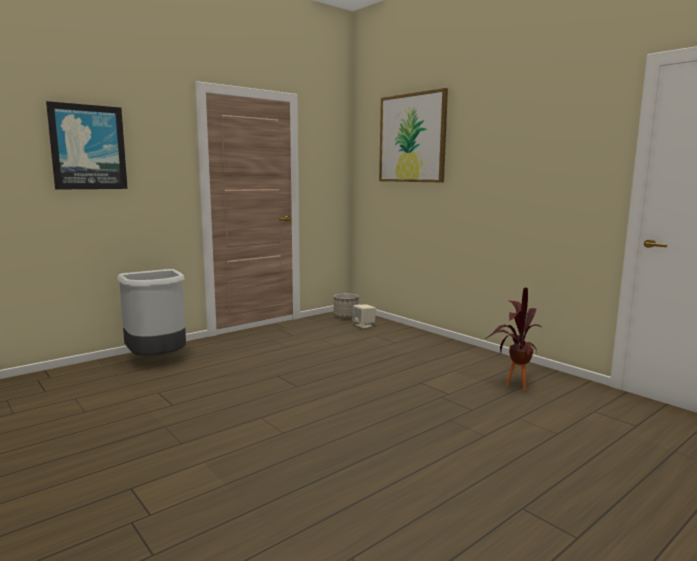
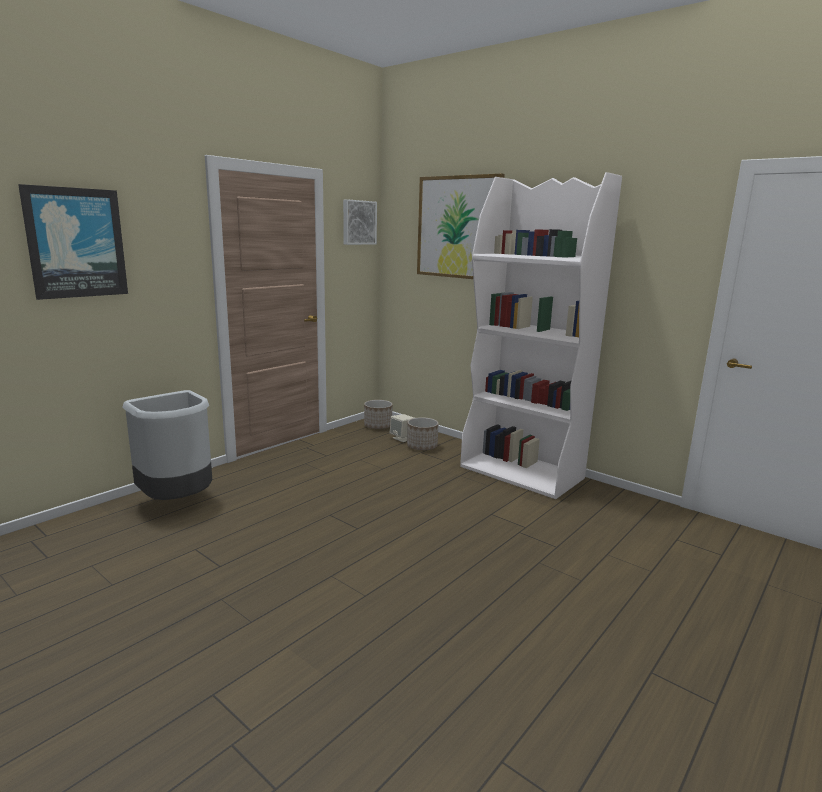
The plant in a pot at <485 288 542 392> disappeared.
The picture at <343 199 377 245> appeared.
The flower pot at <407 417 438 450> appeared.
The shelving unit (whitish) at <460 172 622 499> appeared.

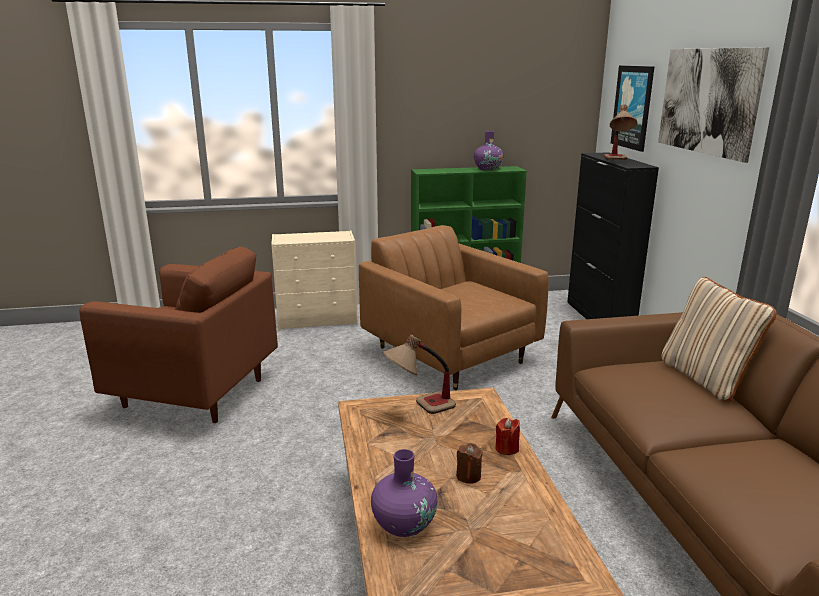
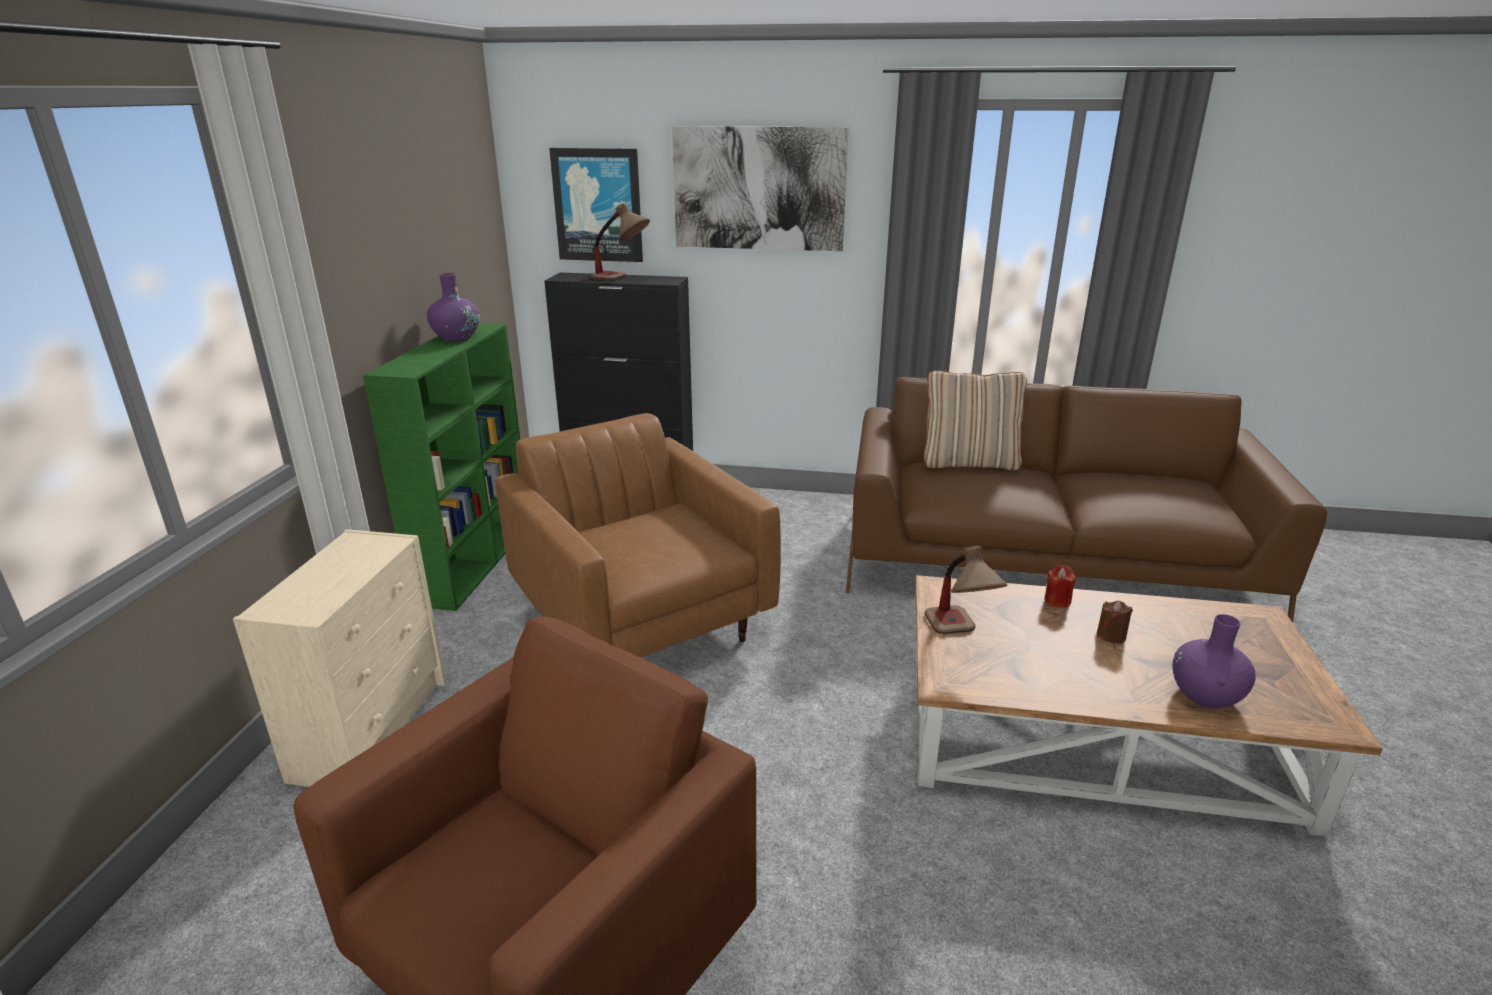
The easy chair (brownish) at <359 225 549 390> turned 75 degrees clockwise.

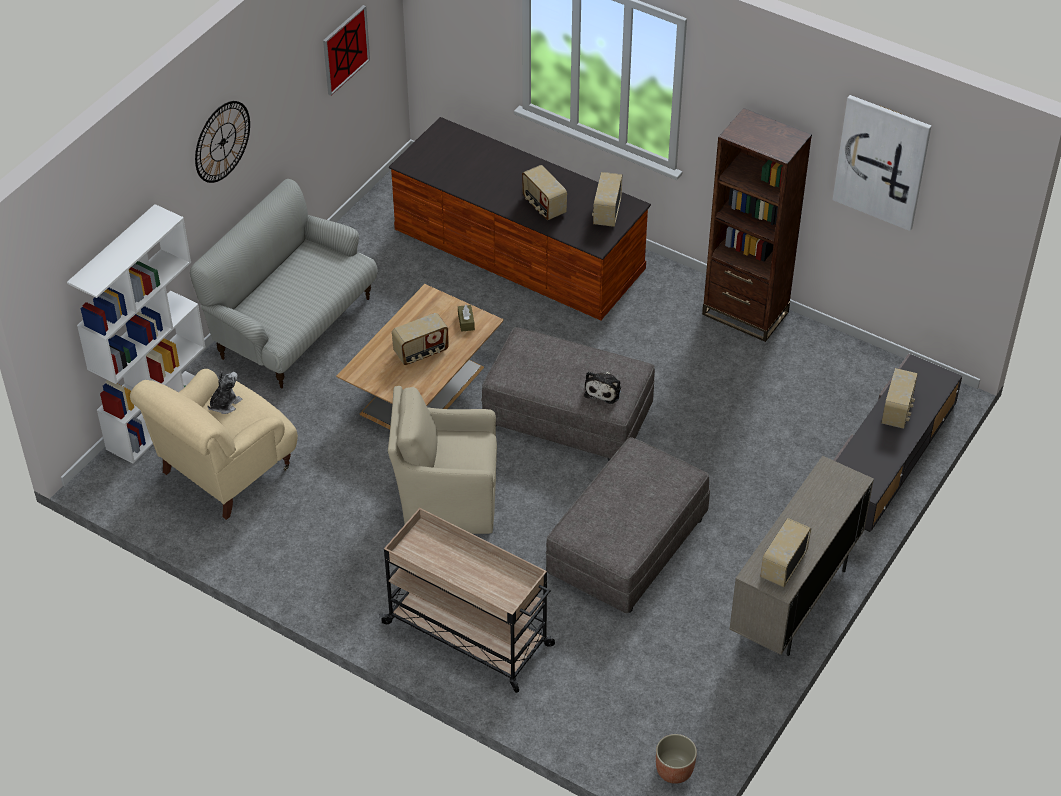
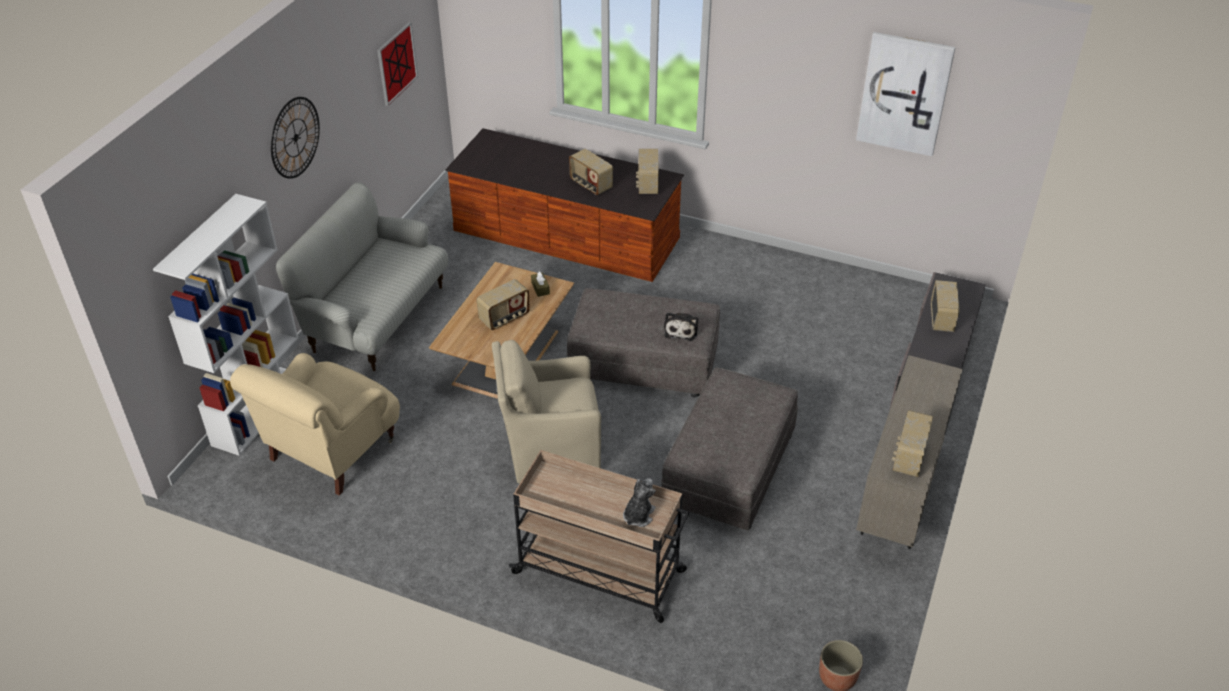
The shelving unit (brownish) at <702 108 812 342> disappeared.
The soft toy moved from <208 371 242 414> to <623 478 656 527>.

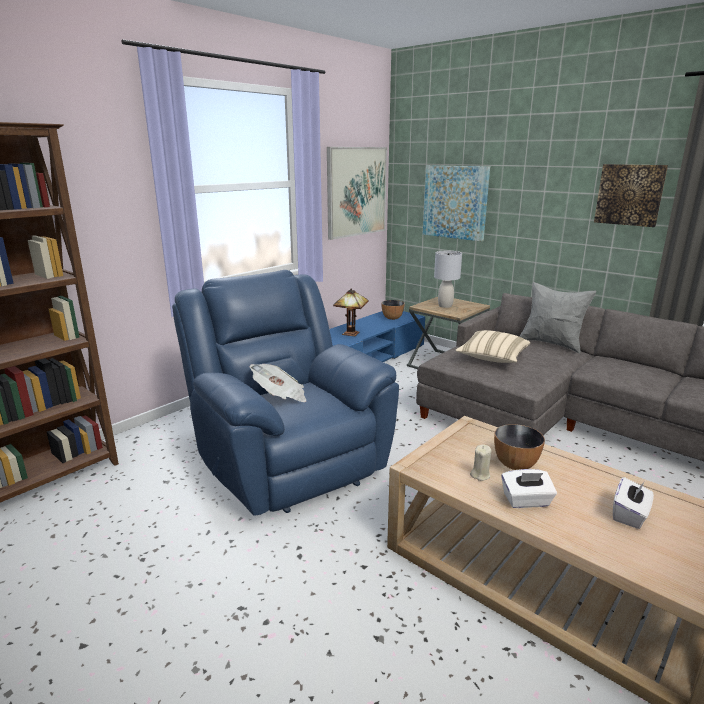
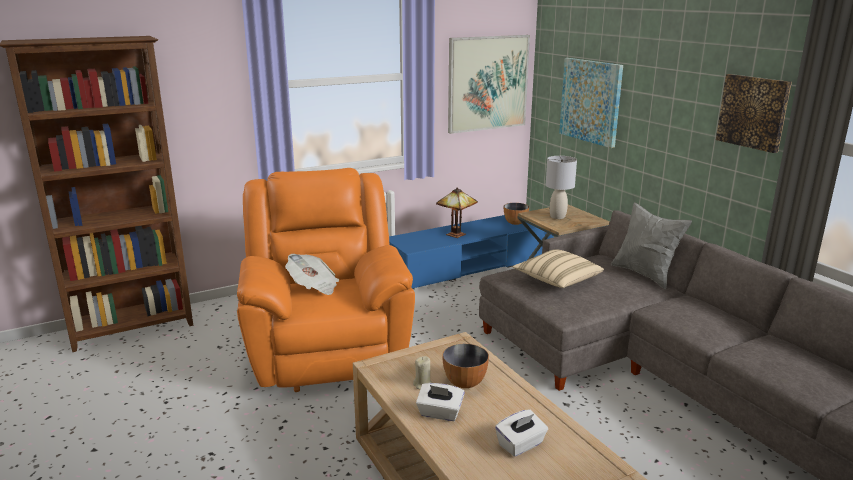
The easy chair (bluish) at <172 270 399 516> became the easy chair (orange-coloured) at <237 168 415 392>.

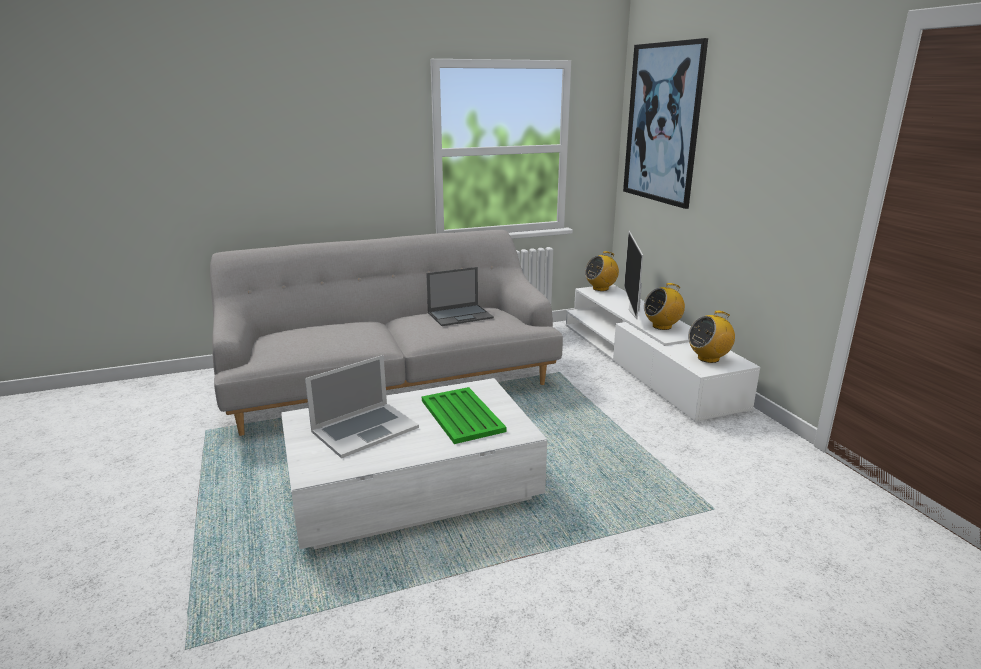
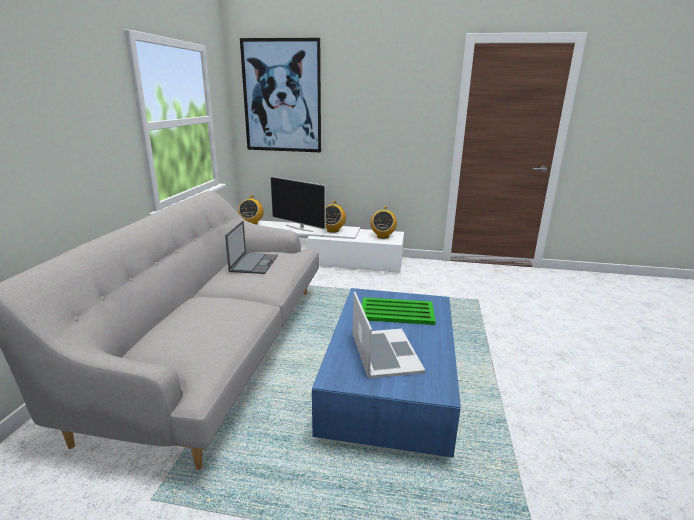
The coffee table (whitish) at <281 378 547 550> became the coffee table (bluish) at <312 288 461 458>.

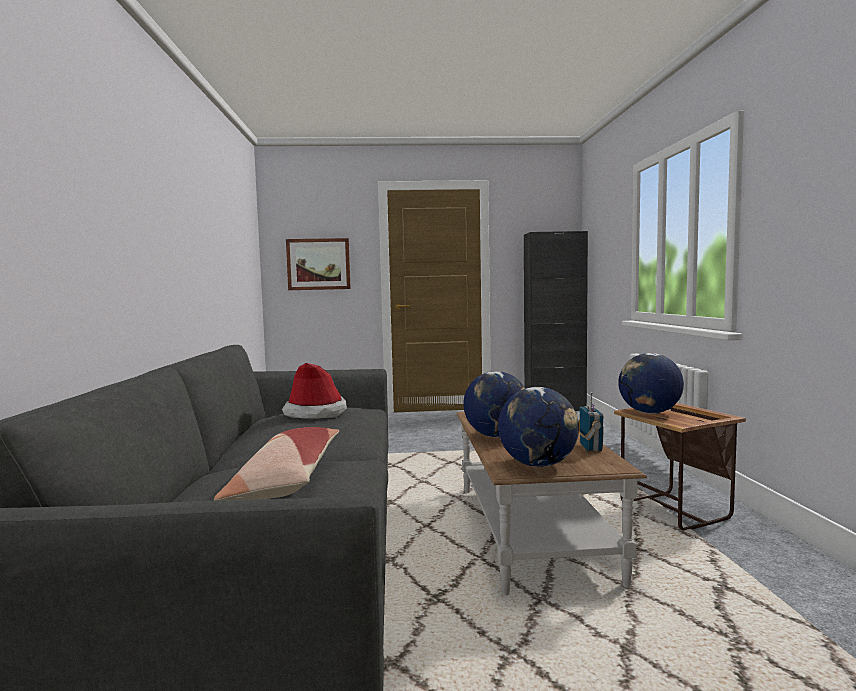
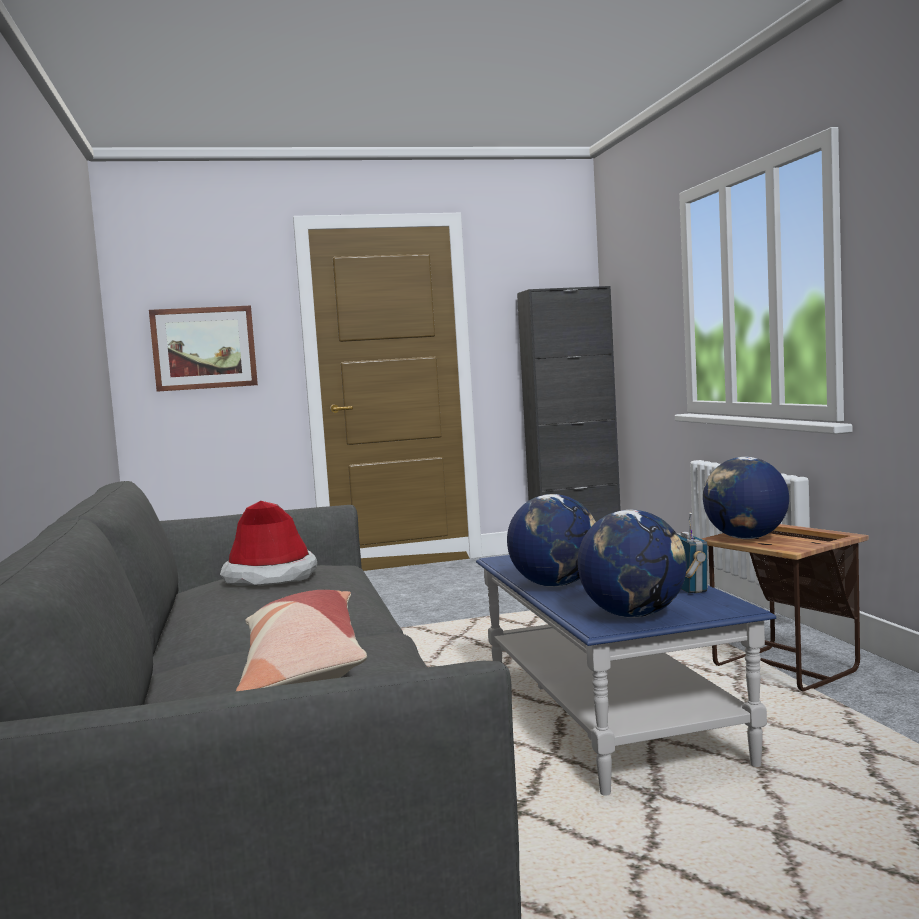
The coffee table (brownish) at <456 412 647 595> became the coffee table (bluish) at <476 555 776 796>.

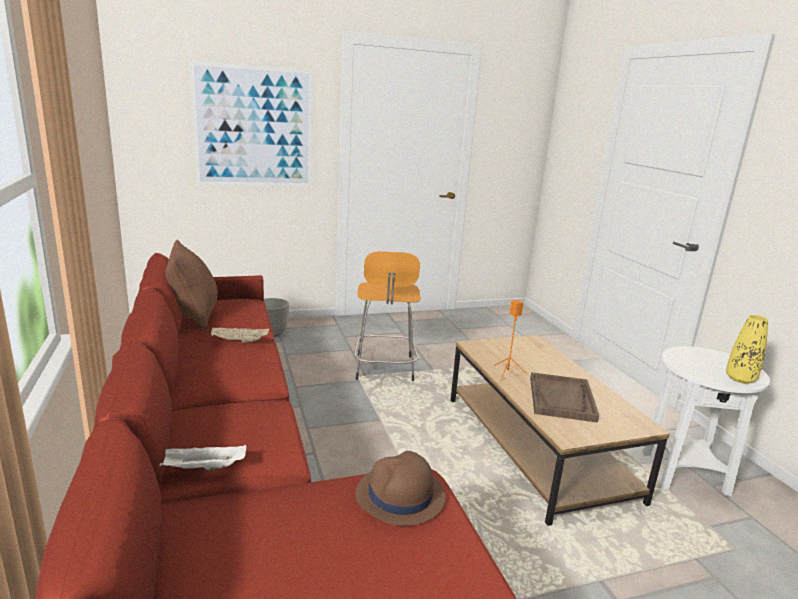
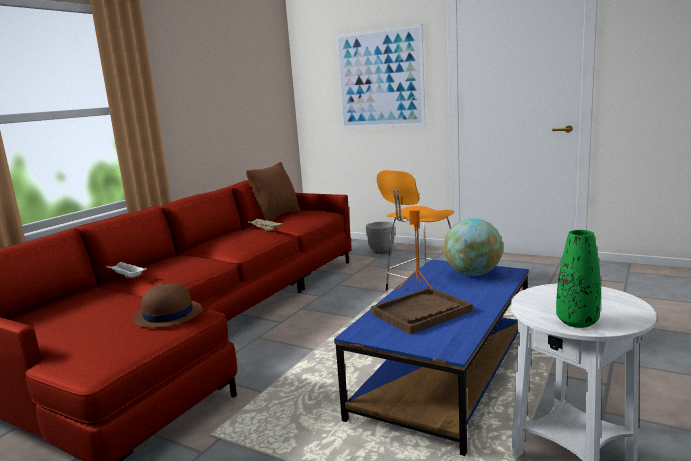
The world globe at <444 218 503 276> appeared.
The coffee table (brownish) at <451 335 670 526> became the coffee table (bluish) at <334 259 529 456>.
The decorative vase (yellow) at <726 315 768 384> became the decorative vase (green) at <556 230 601 328>.

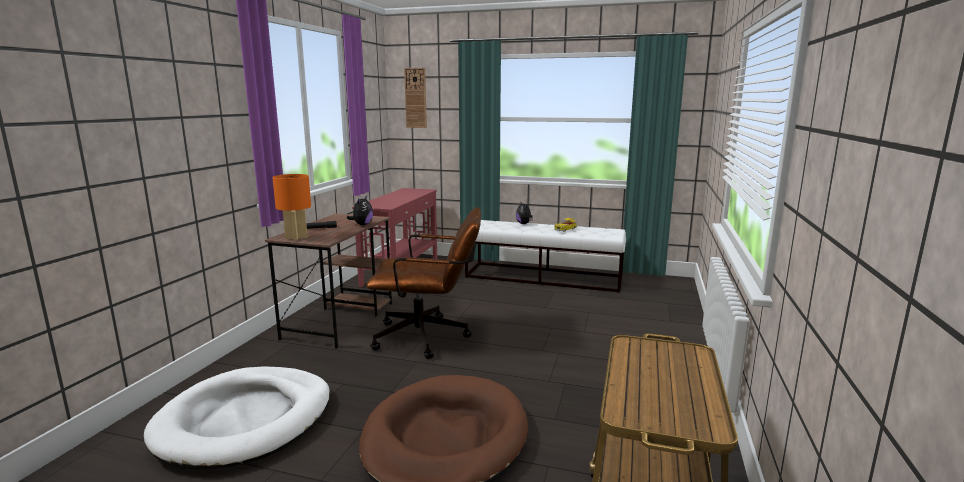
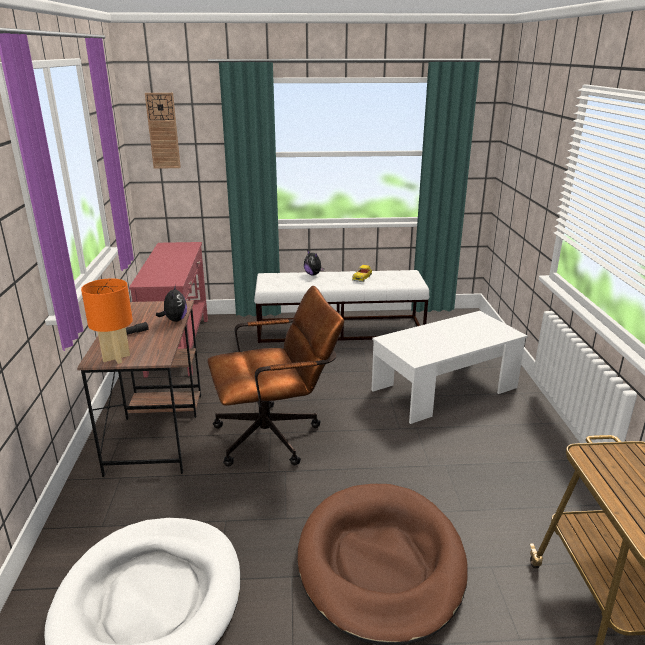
The coffee table (whitish) at <372 311 528 424> appeared.

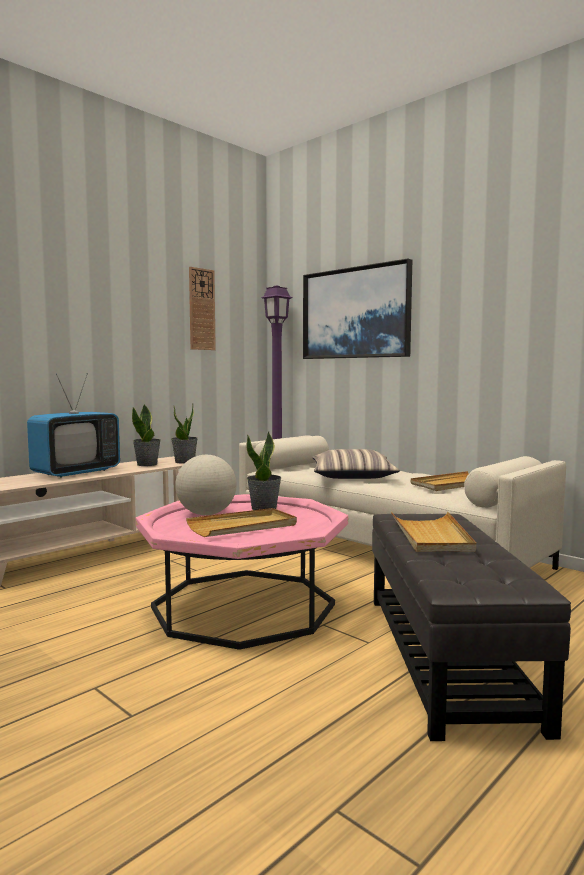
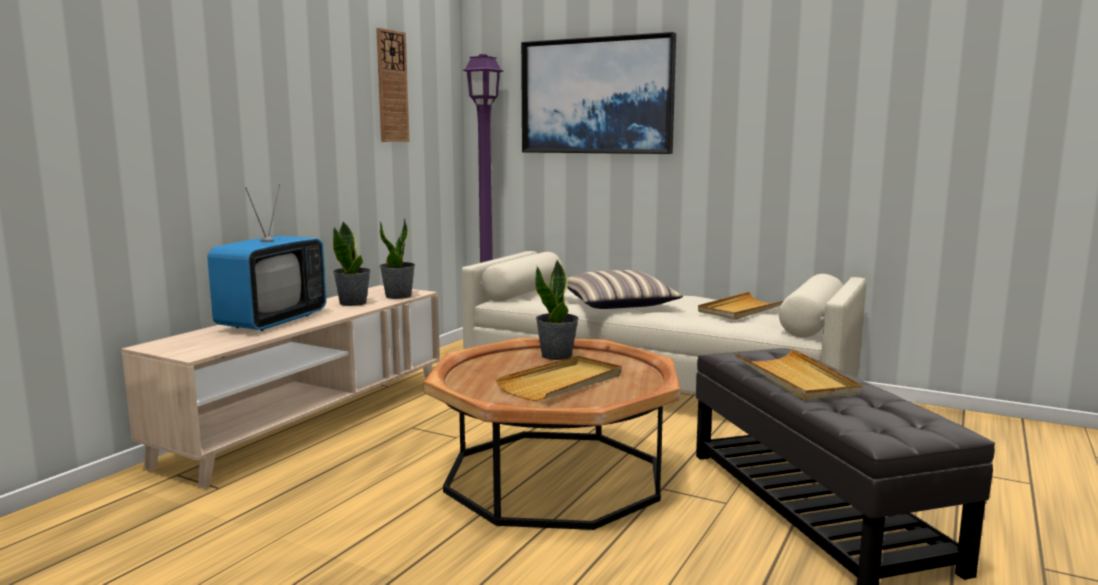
The world globe at <175 455 237 515> disappeared.
The coffee table (pink) at <136 494 348 650> became the coffee table (brownish) at <424 338 680 530>.

